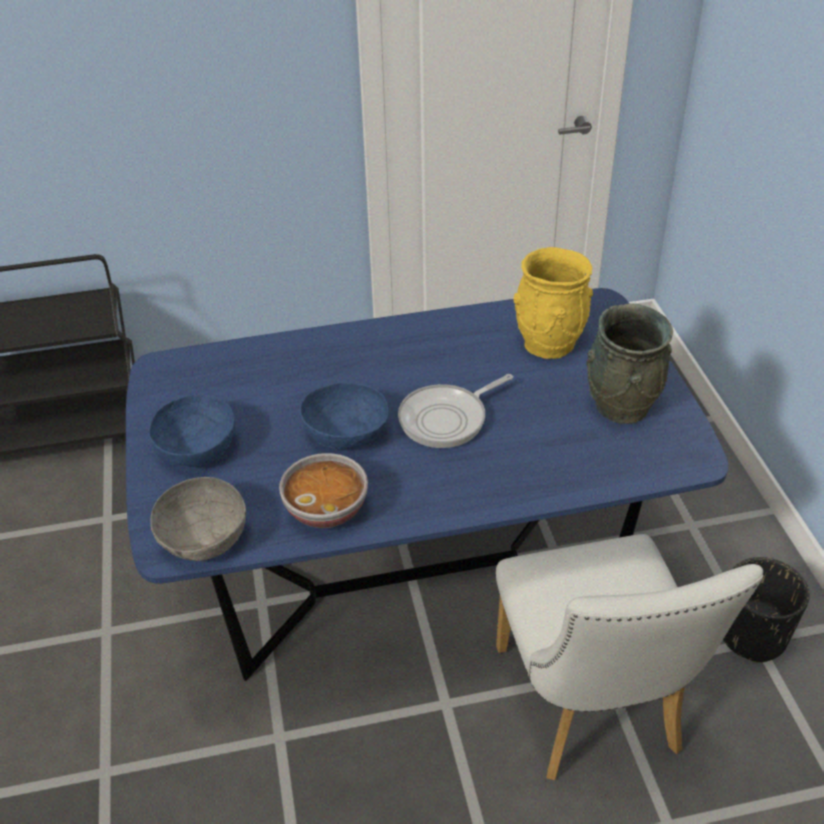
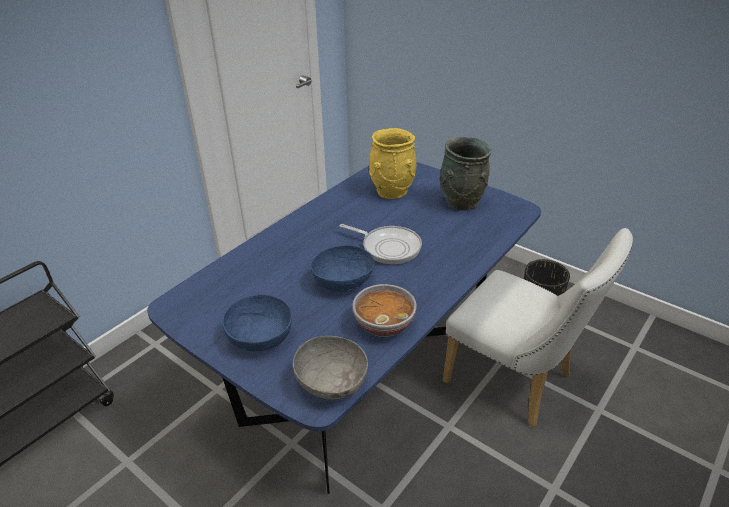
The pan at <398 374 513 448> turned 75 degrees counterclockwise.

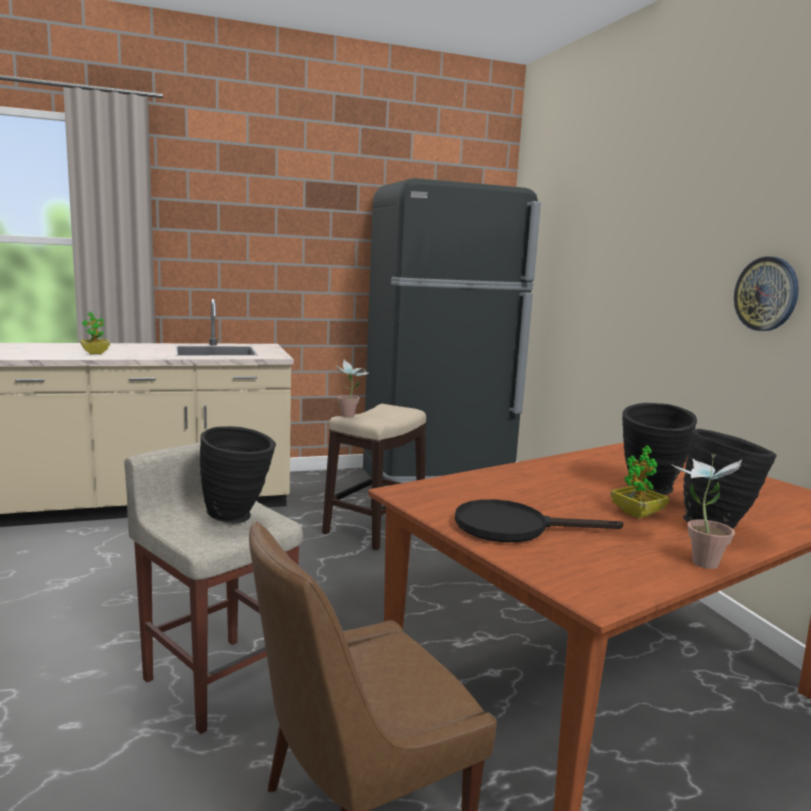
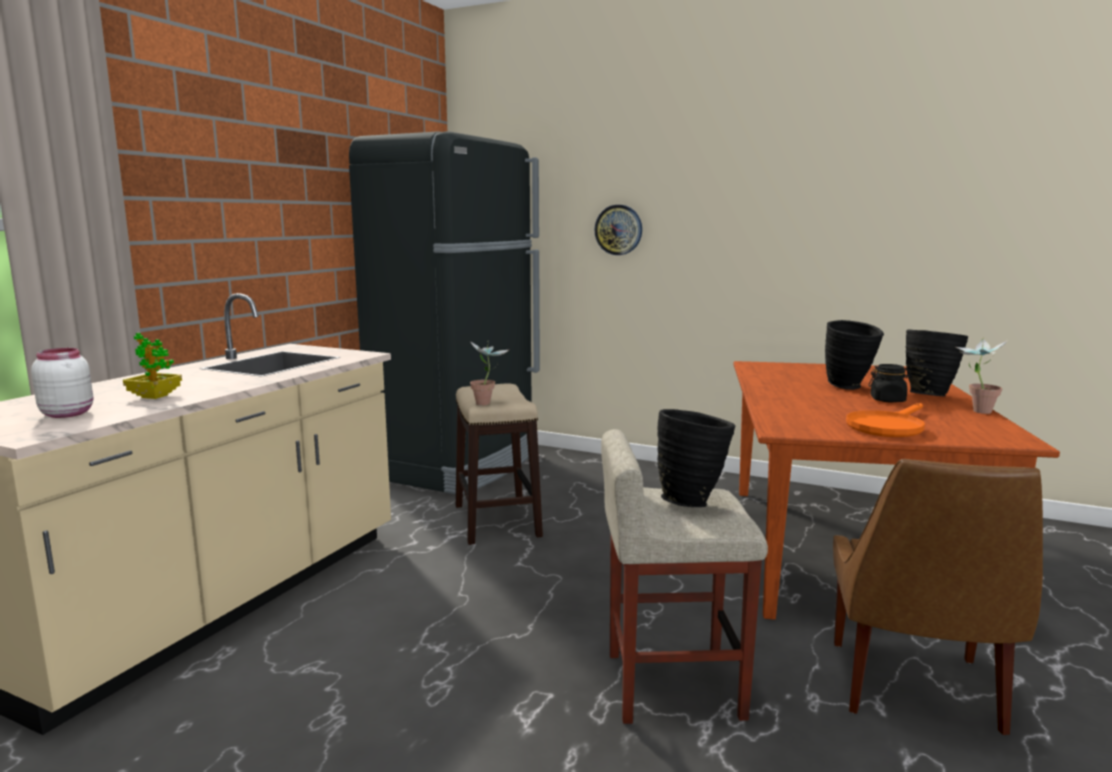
The storage jar (whitish) at <31 348 93 418> appeared.
The clock on the wall moved from <734 257 799 331> to <595 205 642 255>.
The plant in a pot at <611 446 669 518> was replaced by the storage jar (blackish) at <868 364 912 402>.
The pan (blackish) at <455 499 623 542> became the pan (orange-coloured) at <846 403 925 437>.

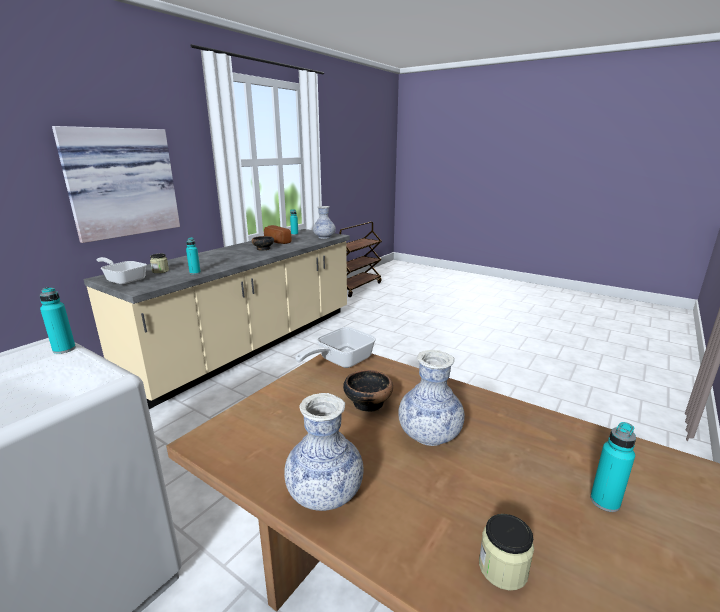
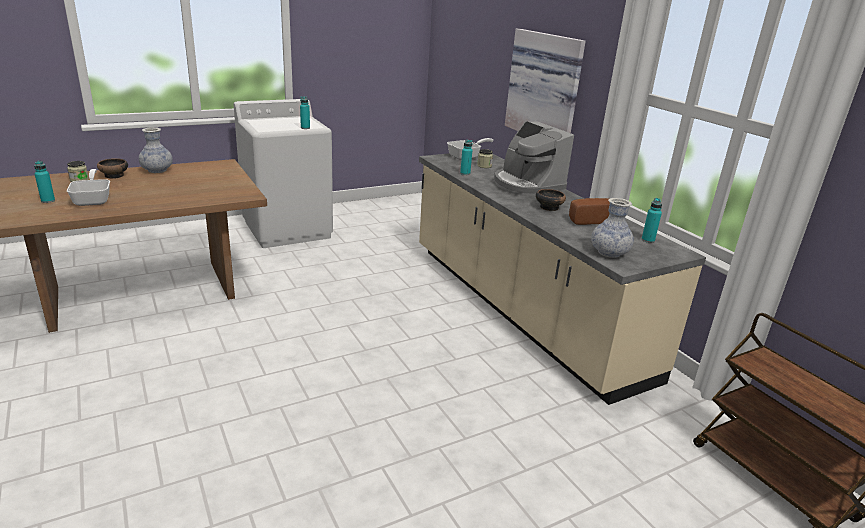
The decorative vase at <398 350 465 446> disappeared.
The coffee machine at <494 121 574 196> appeared.
The pan moved from <295 327 376 368> to <67 169 110 206>.
The deep dish moved from <343 370 393 412> to <97 158 128 179>.

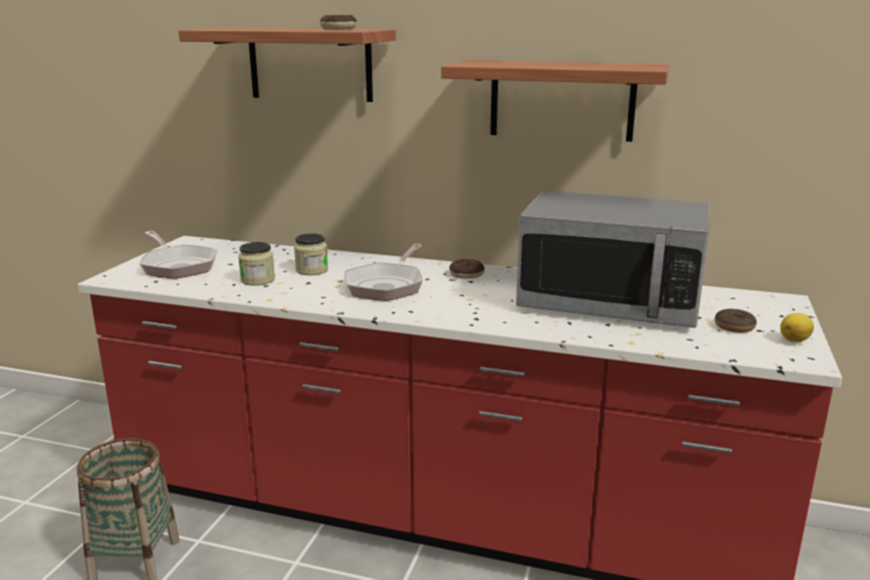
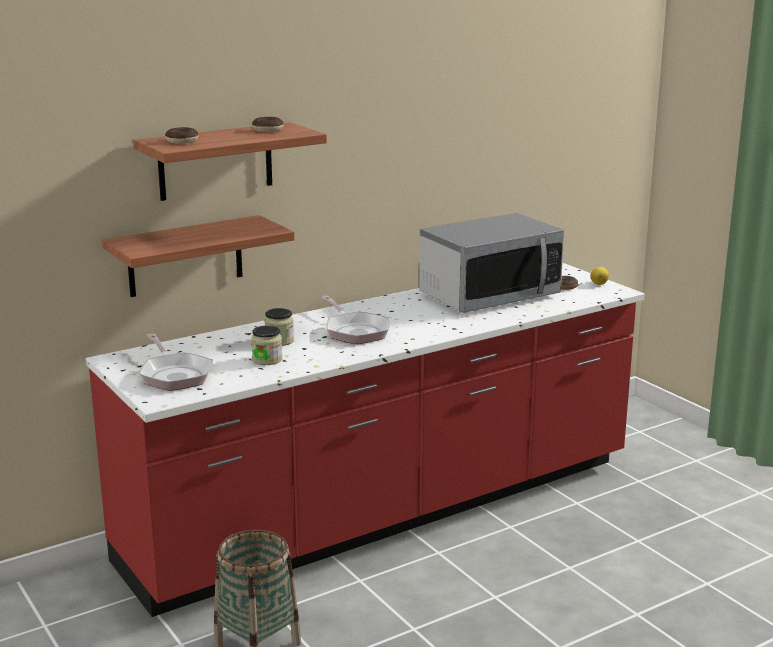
The bracket shelf moved from <441 60 669 142> to <102 215 295 297>.
The doughnut moved from <449 259 484 279> to <165 127 199 144>.
The pan at <140 231 217 279> turned 60 degrees clockwise.

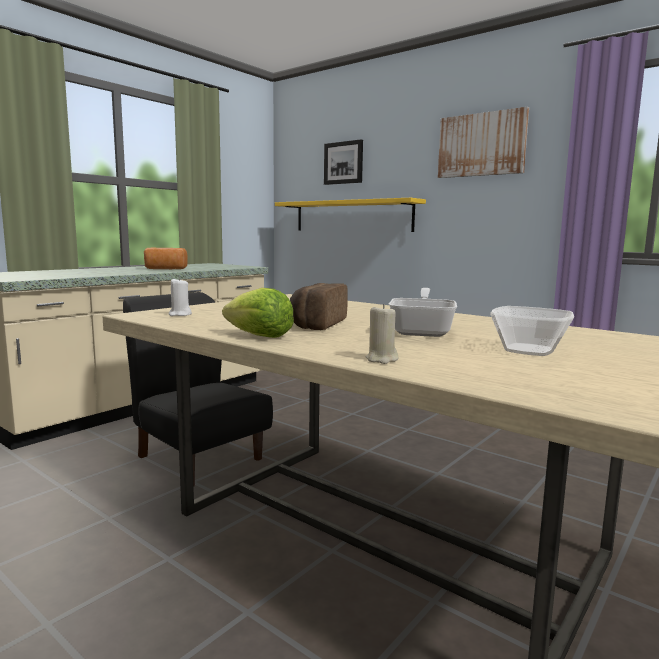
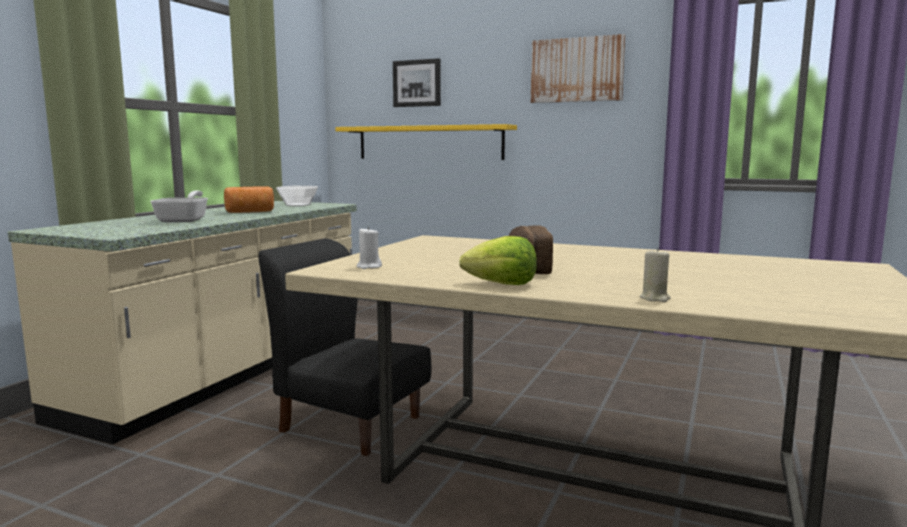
The pan moved from <389 288 457 337> to <150 191 208 222>.
The deep dish moved from <490 306 574 356> to <276 186 318 206>.

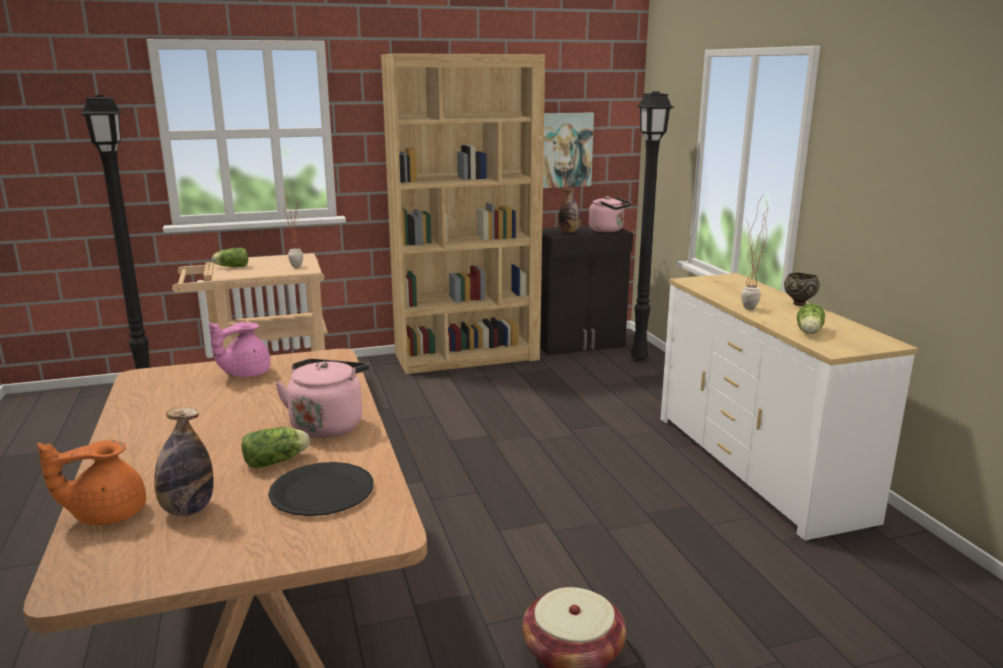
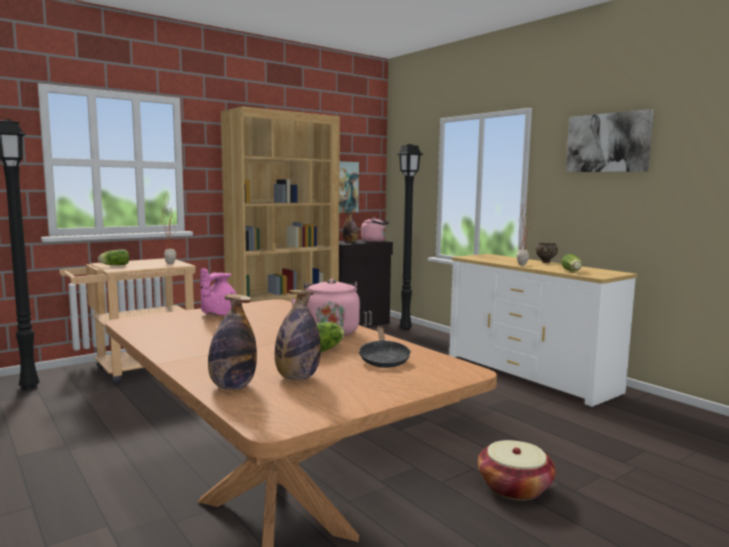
The picture at <566 109 654 172> appeared.
The teapot (orange-coloured) at <37 440 146 525> was replaced by the drink bottle at <208 294 257 390>.
The plate (blackish) at <268 462 374 516> was replaced by the pan (blackish) at <358 326 411 368>.

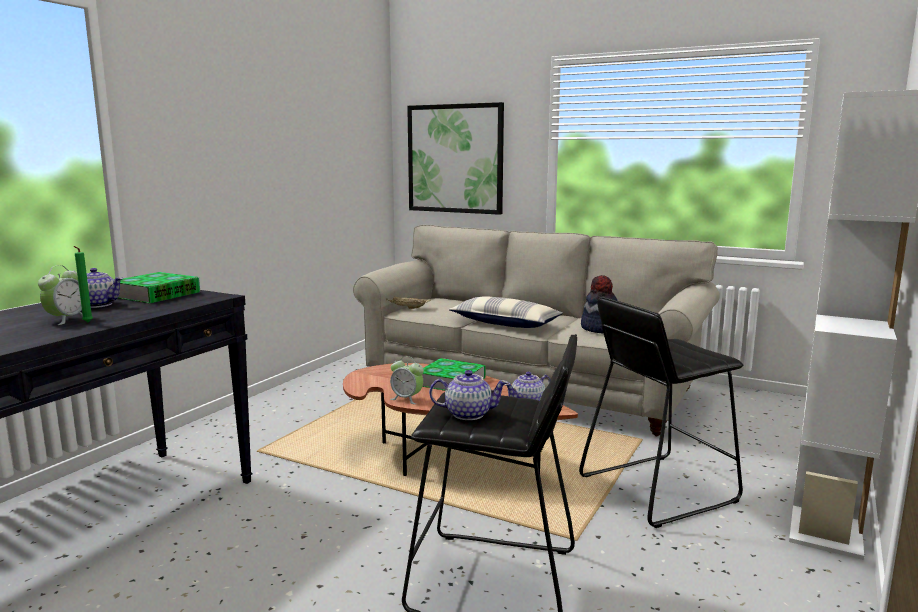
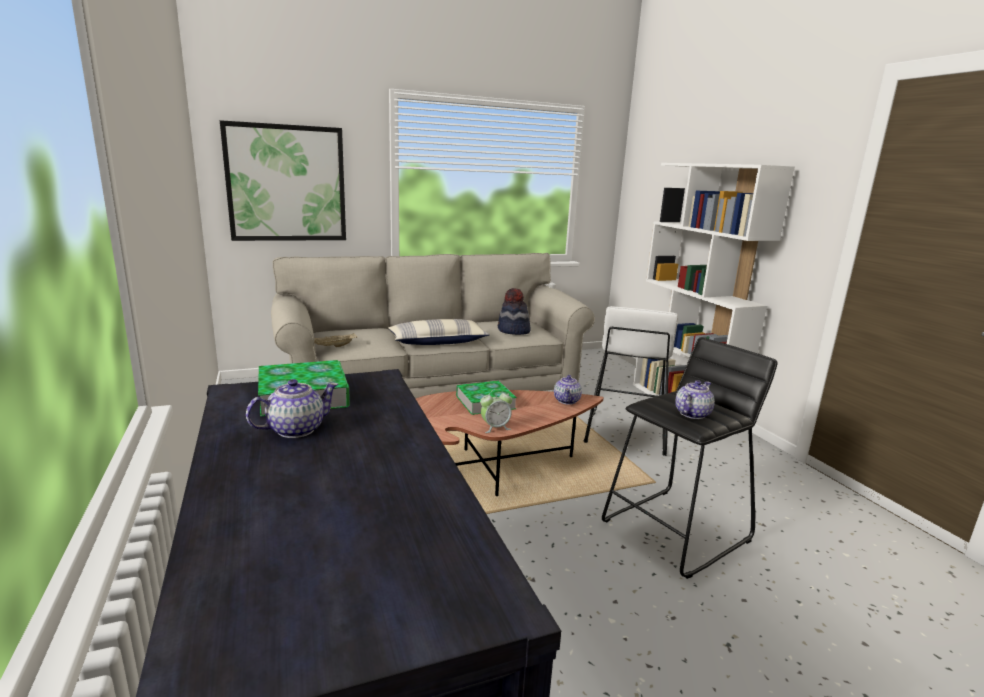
The alarm clock at <38 265 83 325> disappeared.
The wax light (green) at <74 246 93 322> disappeared.
The stool seat (blackish) at <579 296 743 528> became the stool seat (whitish) at <583 306 678 456>.

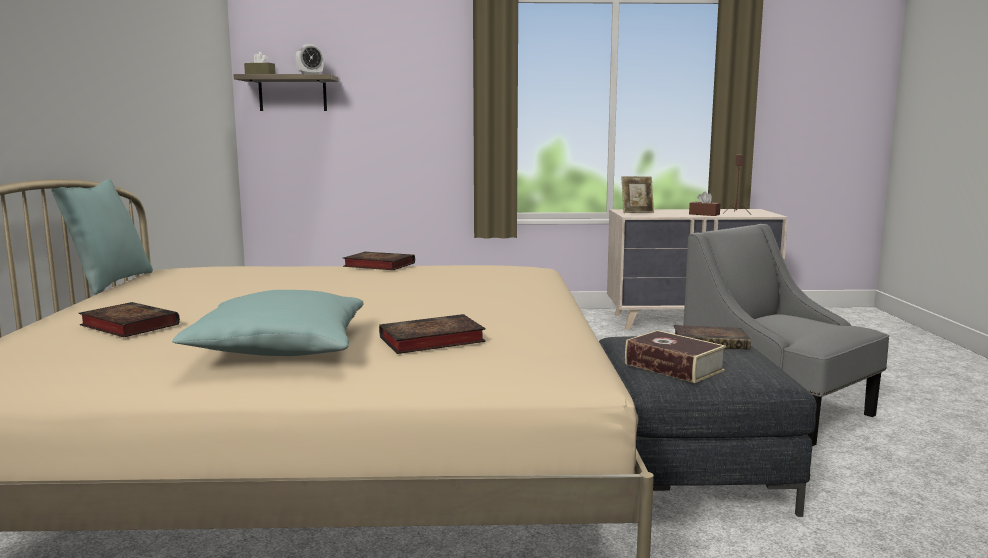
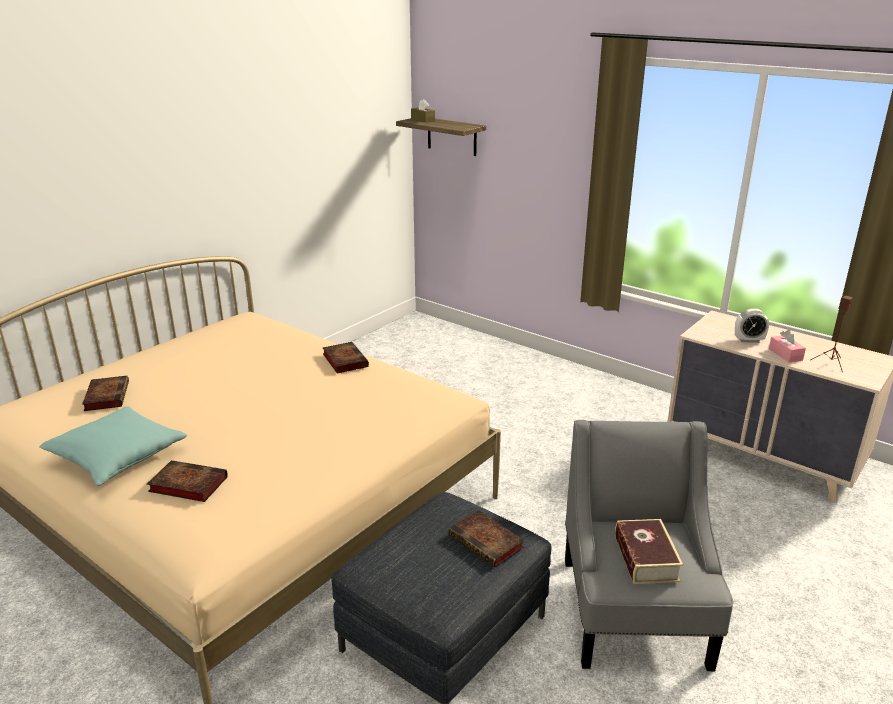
The cushion (turquoise-coloured) at <51 179 153 295> disappeared.
The photo frame at <621 176 654 213> disappeared.
The alarm clock moved from <296 44 324 74> to <735 309 769 343>.
The volume moved from <625 330 726 383> to <615 519 683 584>.
The box of tissues (brownish) at <689 191 721 216> became the box of tissues (pink) at <769 330 806 362>.

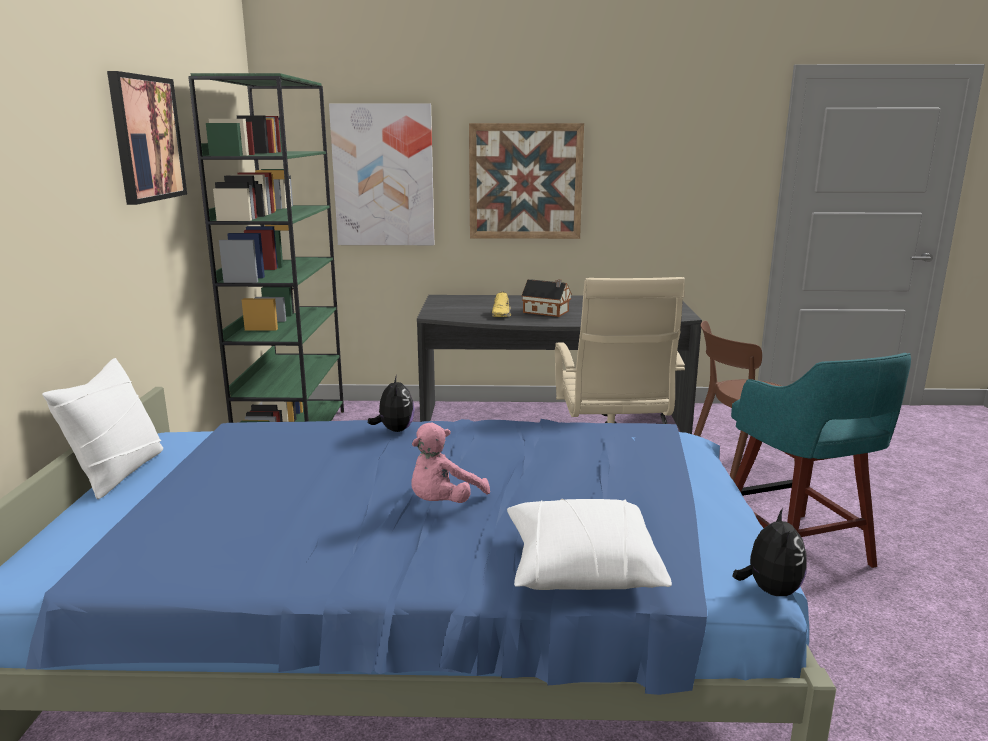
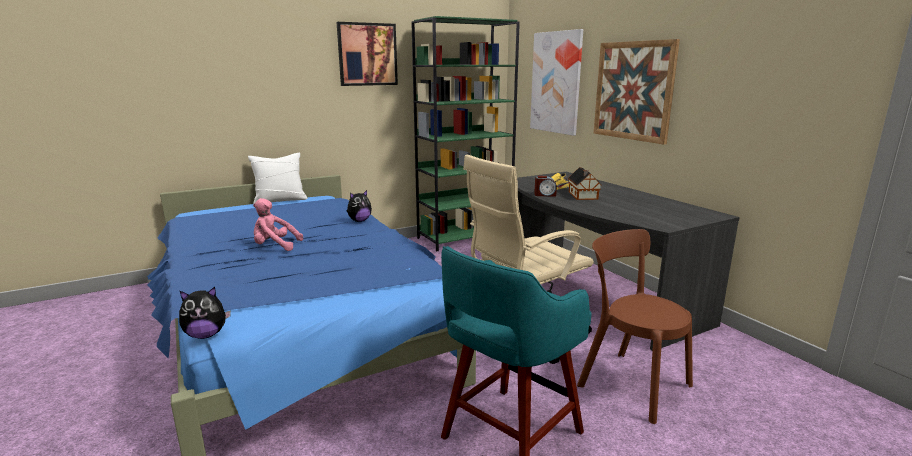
The cushion (whitish) at <507 499 672 590> disappeared.
The alarm clock at <534 176 557 196> appeared.

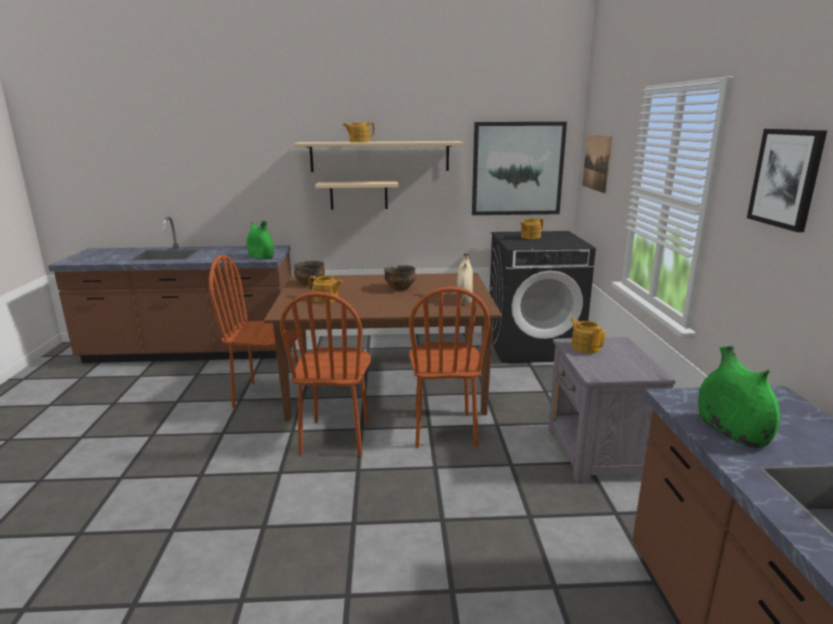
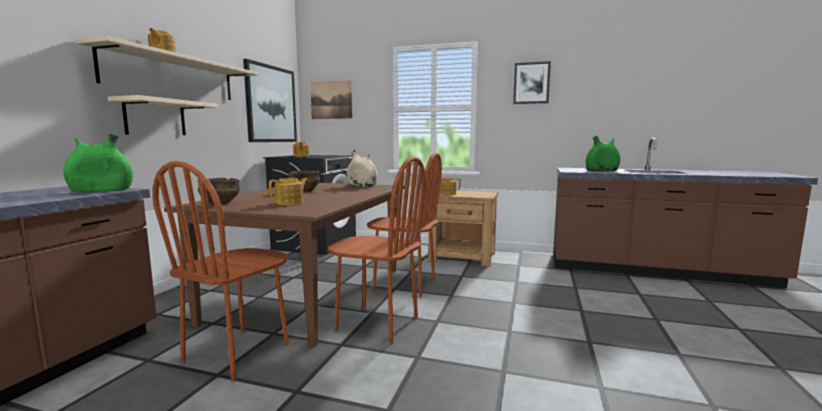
The nightstand (greyish) at <548 337 676 484> became the nightstand (brownish) at <428 190 498 267>.

